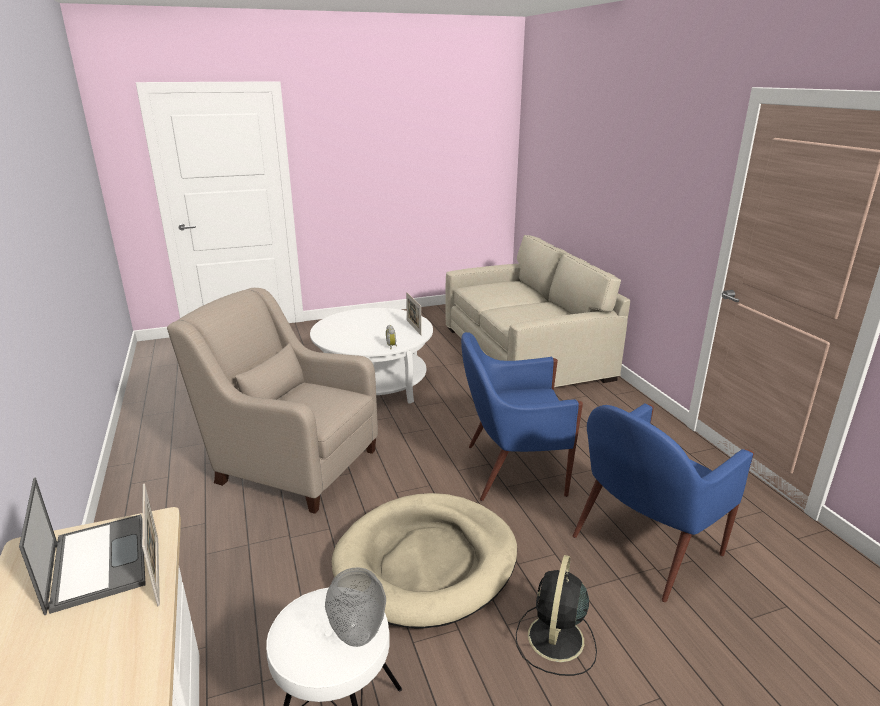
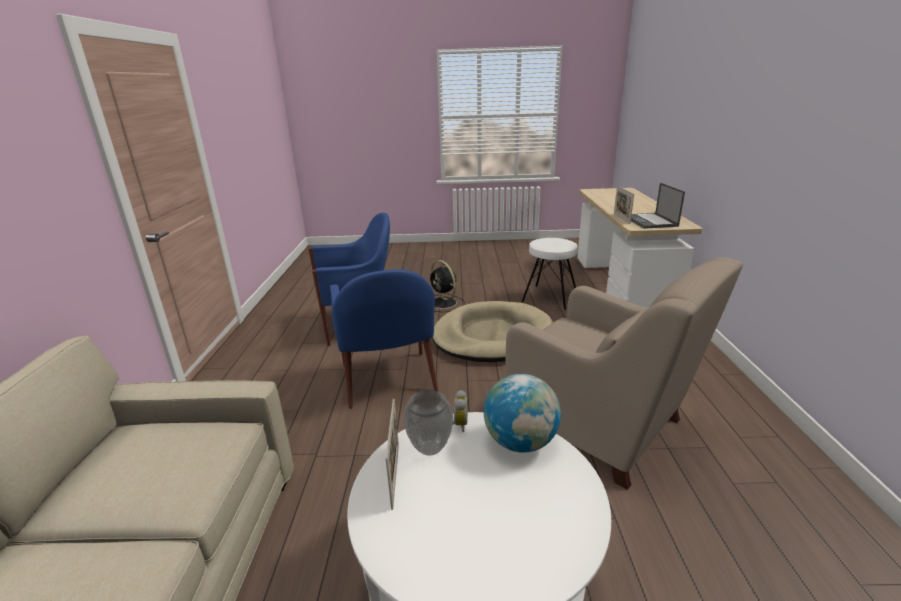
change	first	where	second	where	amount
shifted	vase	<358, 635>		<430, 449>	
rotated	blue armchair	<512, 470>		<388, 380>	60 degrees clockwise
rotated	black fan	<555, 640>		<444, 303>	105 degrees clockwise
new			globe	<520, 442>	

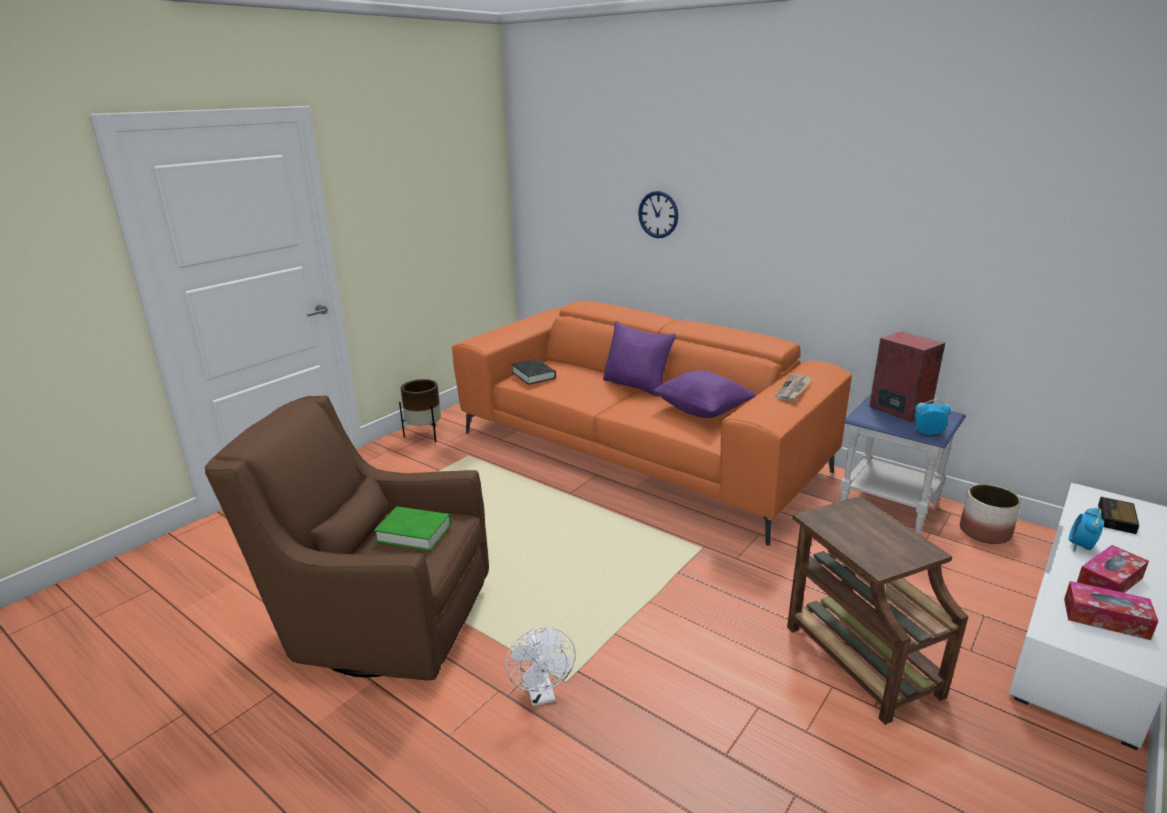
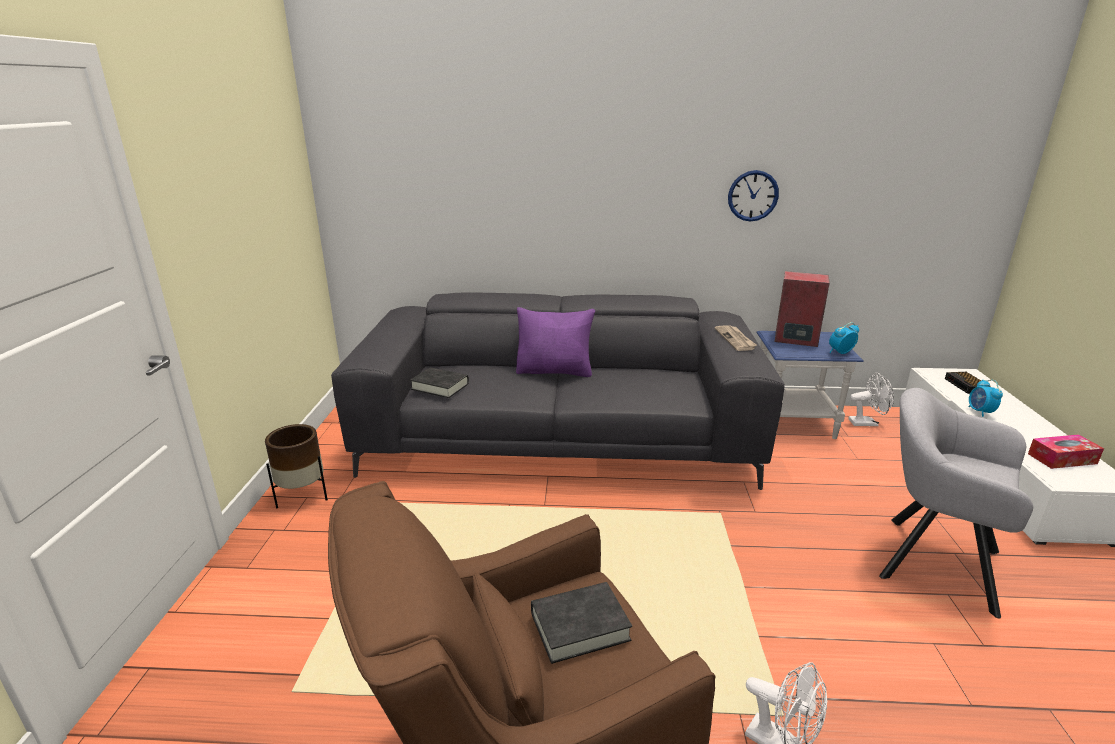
change	first	where	second	where	amount
repainted	green book	<414, 533>	black book	<579, 626>	
repainted	orange sofa	<638, 451>	grey sofa	<559, 439>	
shifted	wall clock	<658, 214>		<753, 196>	
gone	purple pillow	<702, 411>			
swapped	brown side table	<858, 658>	grey armchair	<930, 560>	
swapped	planter	<984, 532>	white fan	<867, 423>	
gone	tissue box	<1109, 581>			

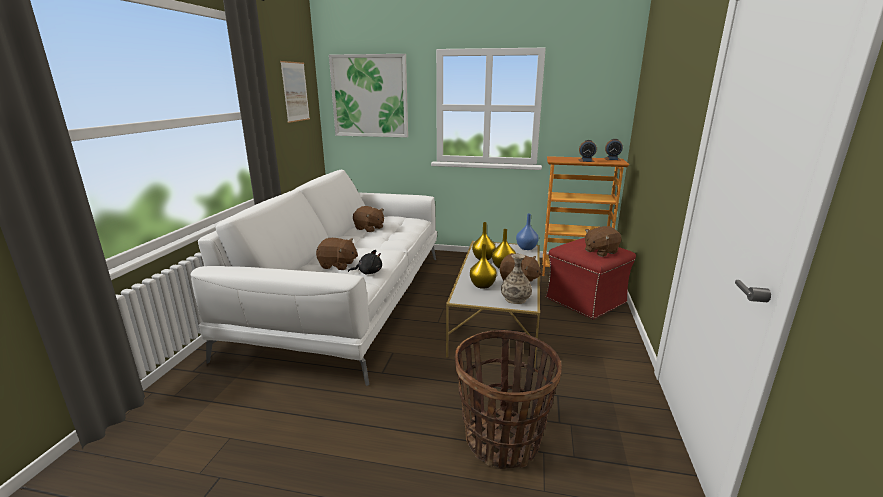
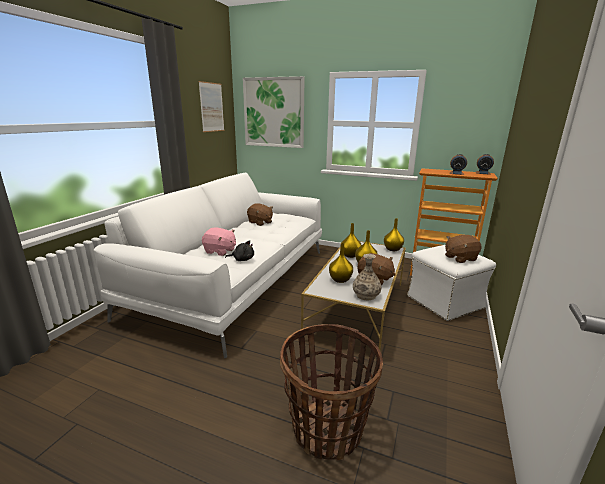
change	first	where	second	where	amount
repainted	brown plush toy	<337, 265>	pink plush toy	<220, 251>	
repainted	blue vase	<527, 248>	yellow vase	<393, 249>	
repainted	red ottoman	<586, 301>	white ottoman	<445, 302>	

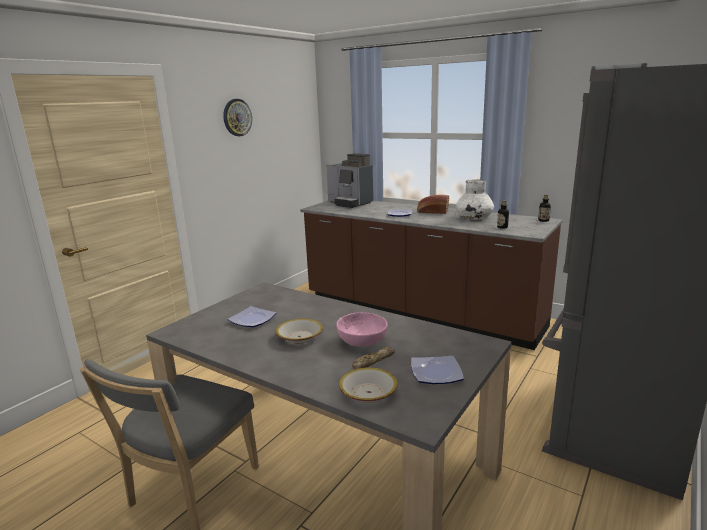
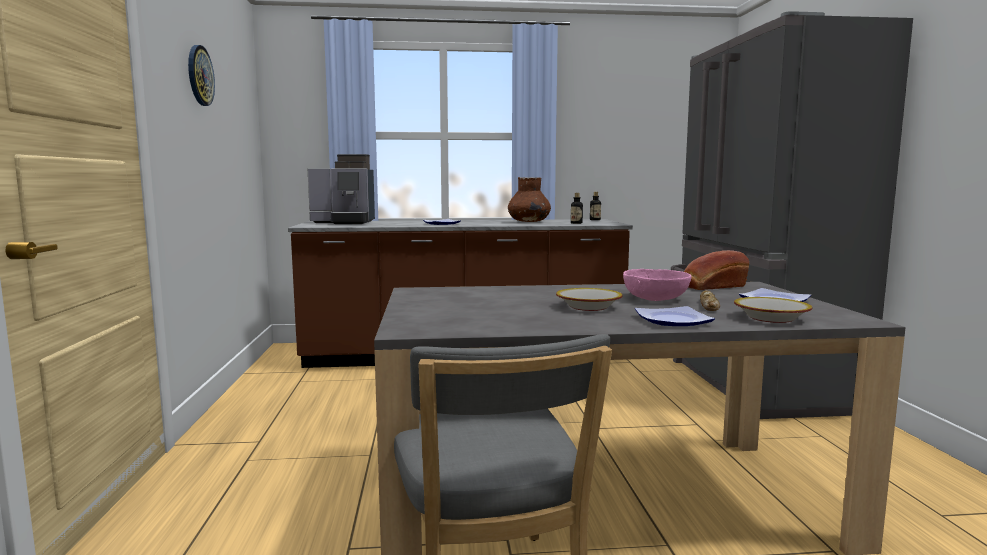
change	first	where	second	where	amount
shifted	plate	<252, 320>		<674, 321>	
shifted	bread	<432, 212>		<712, 286>	
repainted	white vase	<473, 218>	brown vase	<528, 221>	

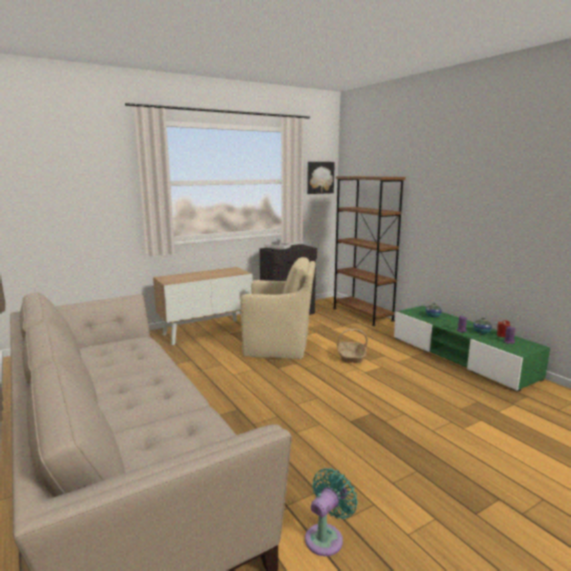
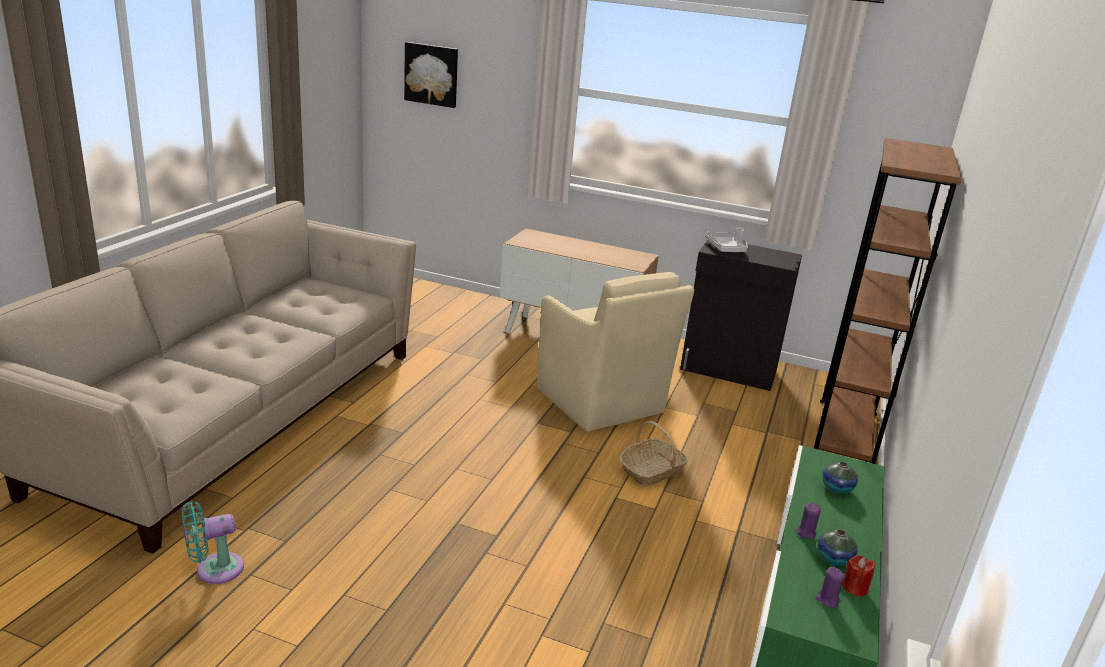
change	first	where	second	where	amount
rotated	turquoise fan	<326, 537>		<214, 570>	150 degrees clockwise
shifted	picture	<320, 177>		<432, 74>	

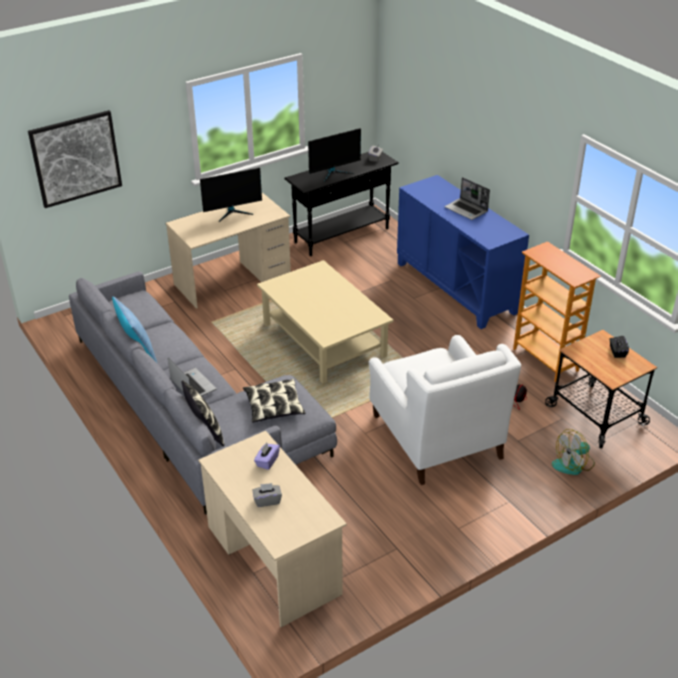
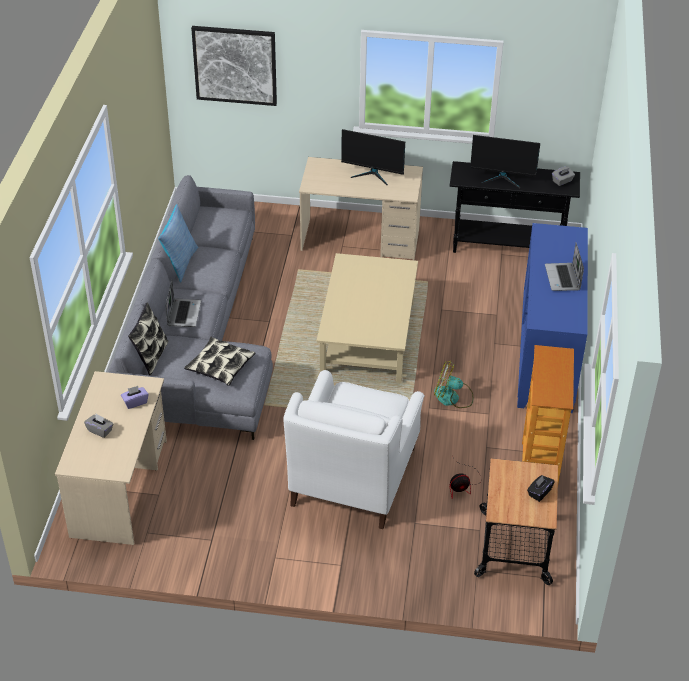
change	first	where	second	where	amount
shifted	fan	<573, 464>		<452, 397>	

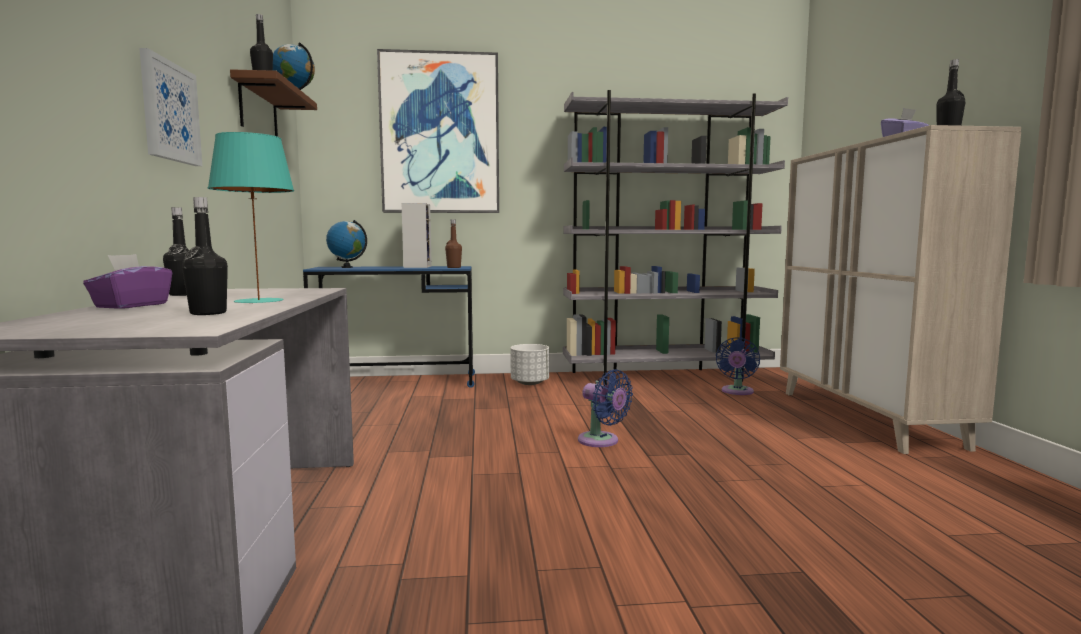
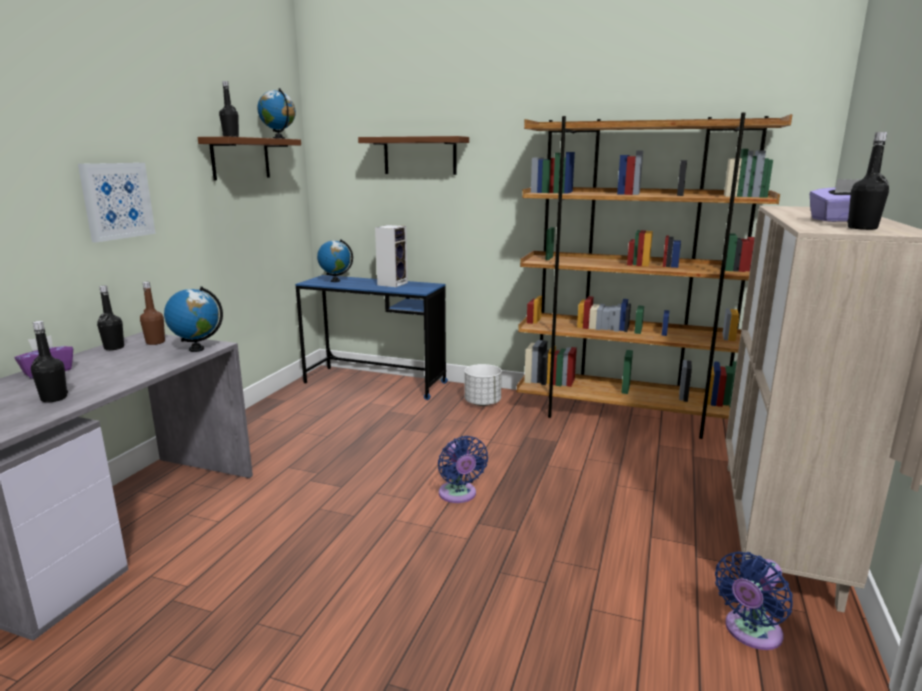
change	first	where	second	where	amount
gone	turquoise table lamp	<258, 301>			
swapped	picture	<440, 134>	brown shelf	<420, 156>	
shifted	brown bottle	<454, 267>		<155, 342>	
repainted	grey bookcase	<666, 376>	brown bookcase	<625, 416>	
shifted	blue fan	<737, 392>		<750, 632>	
new			globe	<196, 349>	

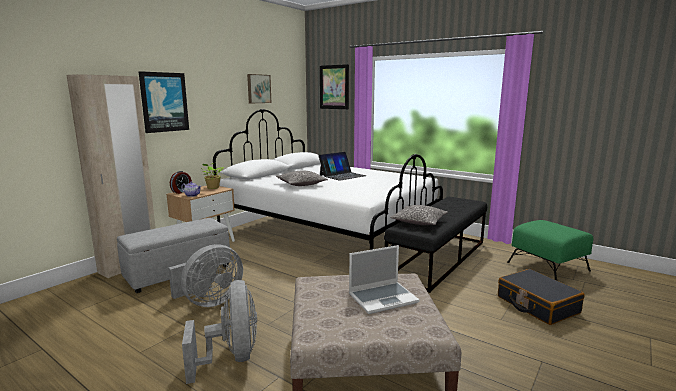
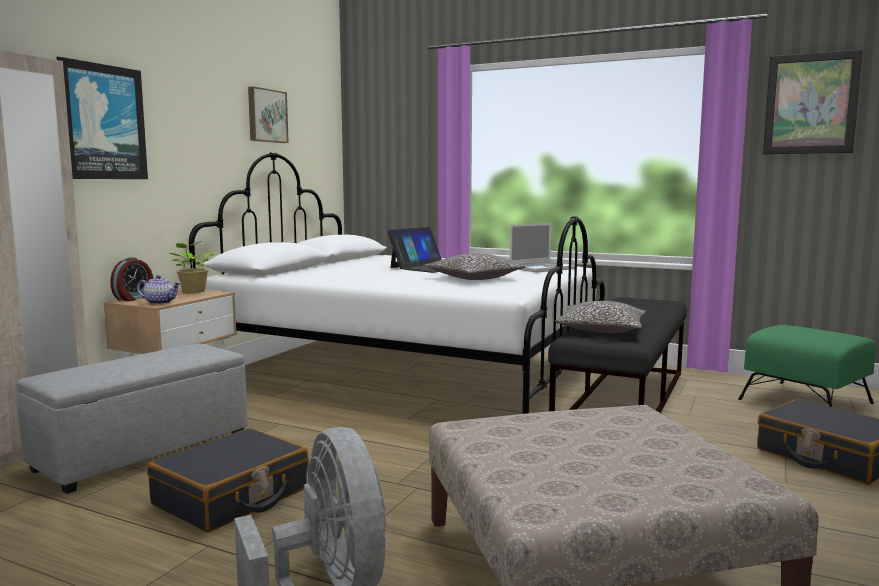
change	first	where	second	where	amount
swapped	grey fan	<209, 302>	black suitcase	<232, 497>	
shifted	pillow	<301, 184>		<474, 278>	
shifted	picture	<334, 87>		<811, 104>	
shifted	laptop	<383, 298>		<542, 268>	

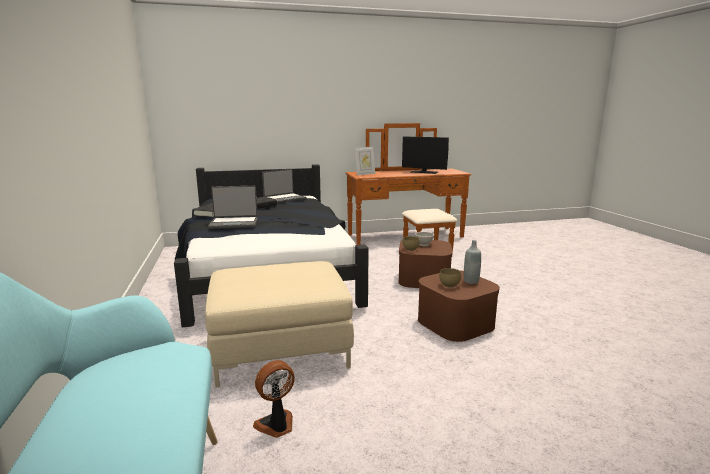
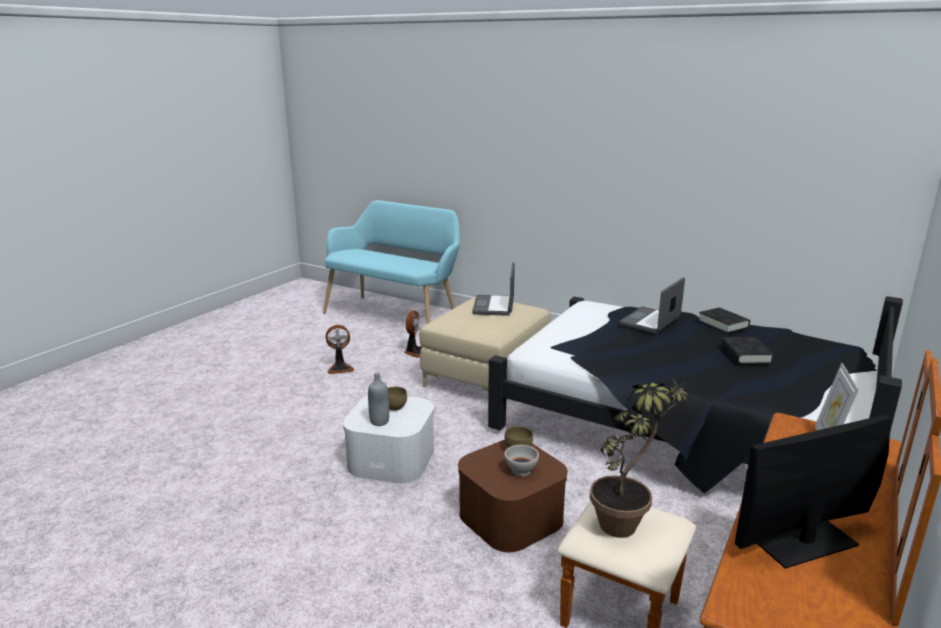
change	first	where	second	where	amount
shifted	laptop	<284, 199>		<494, 306>	
repainted	brown storage box	<455, 322>	white storage box	<392, 458>	
new			fan	<340, 368>	
new			potted plant	<628, 521>	

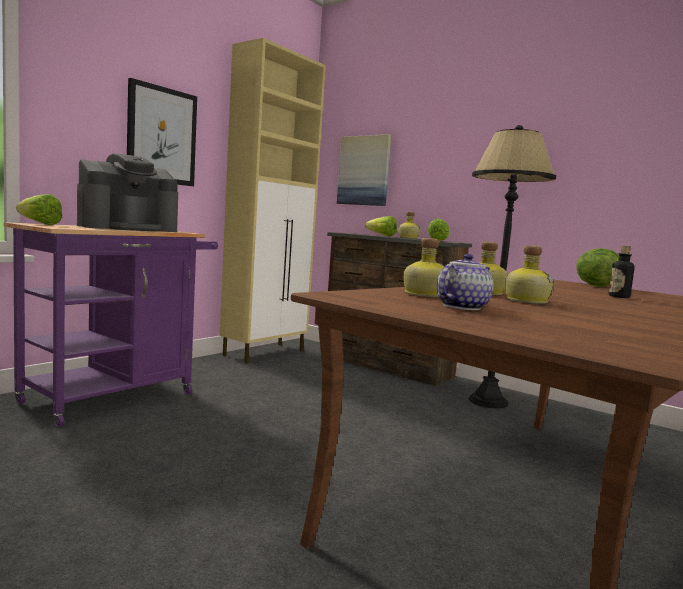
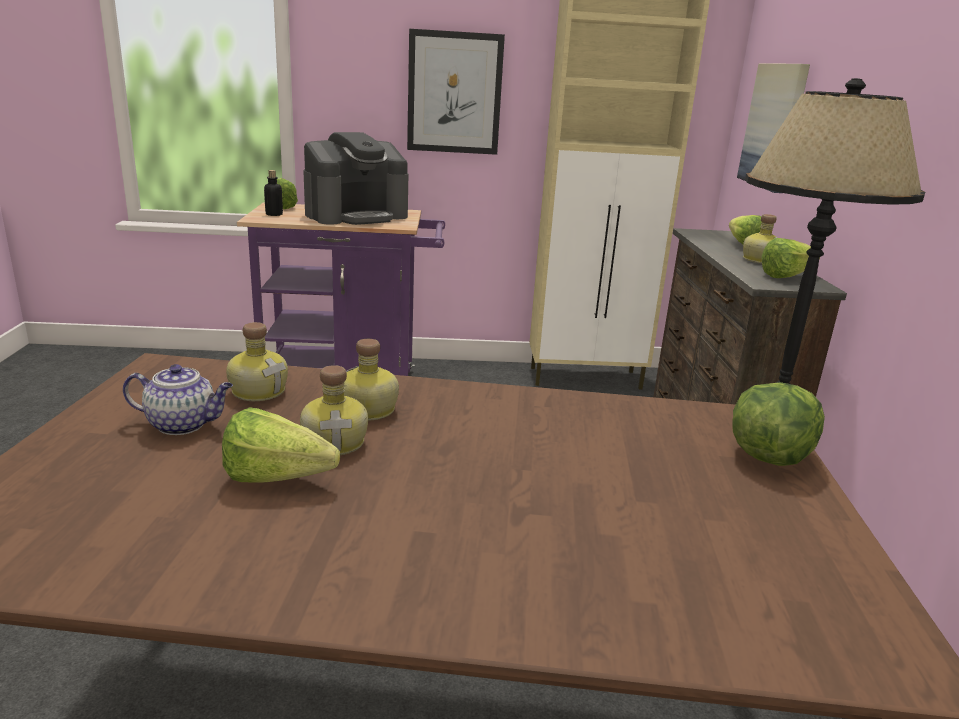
change	first	where	second	where	amount
rotated	coffee machine	<128, 228>		<356, 215>	45 degrees counterclockwise
shifted	bottle	<619, 297>		<274, 214>	
new			lettuce	<285, 480>	

